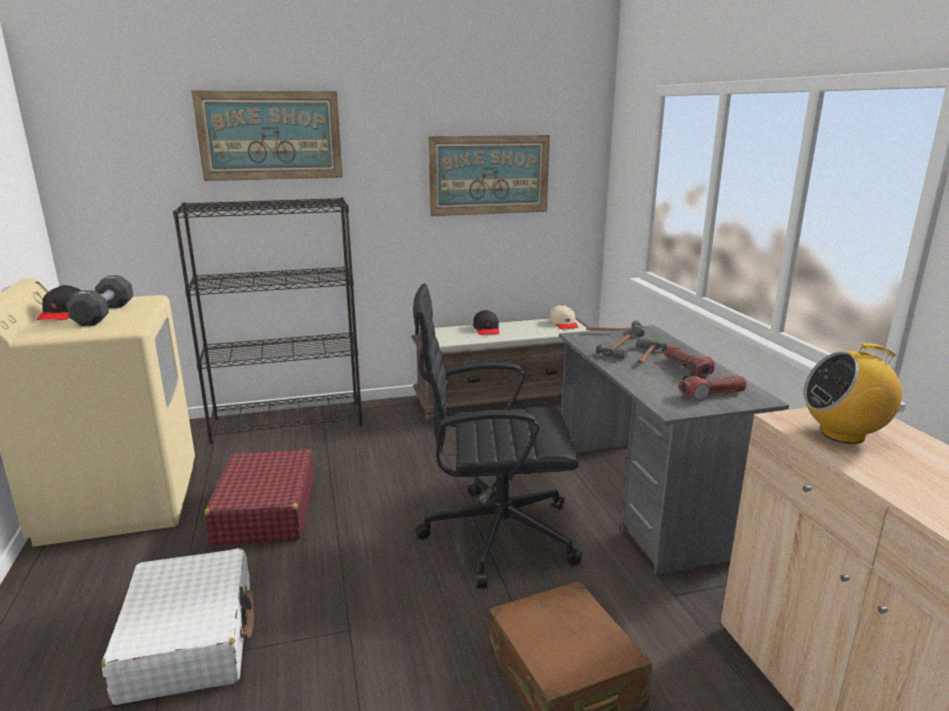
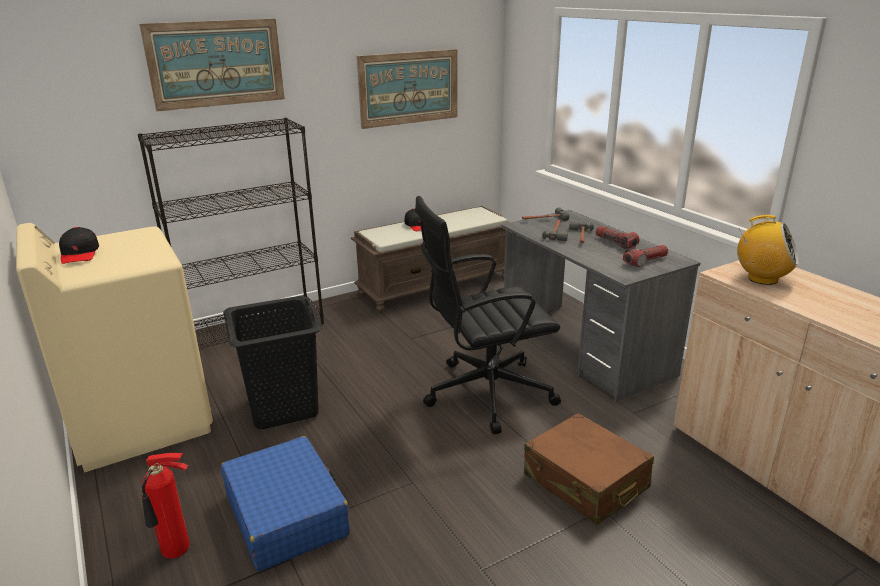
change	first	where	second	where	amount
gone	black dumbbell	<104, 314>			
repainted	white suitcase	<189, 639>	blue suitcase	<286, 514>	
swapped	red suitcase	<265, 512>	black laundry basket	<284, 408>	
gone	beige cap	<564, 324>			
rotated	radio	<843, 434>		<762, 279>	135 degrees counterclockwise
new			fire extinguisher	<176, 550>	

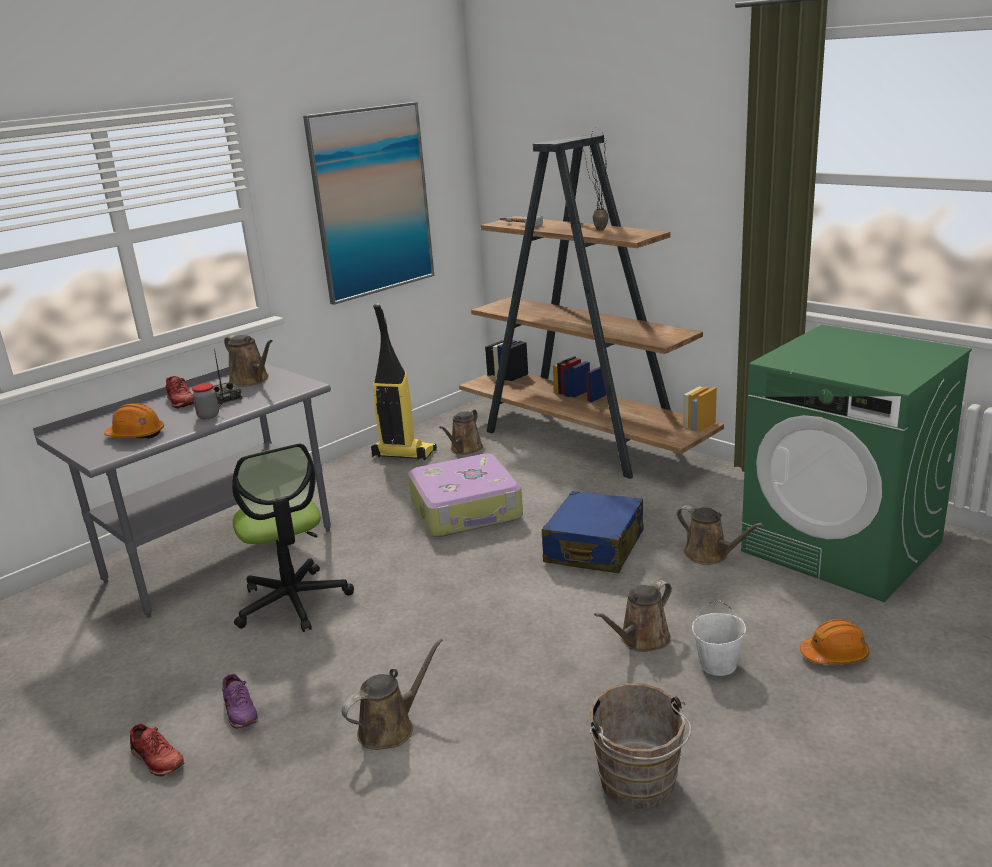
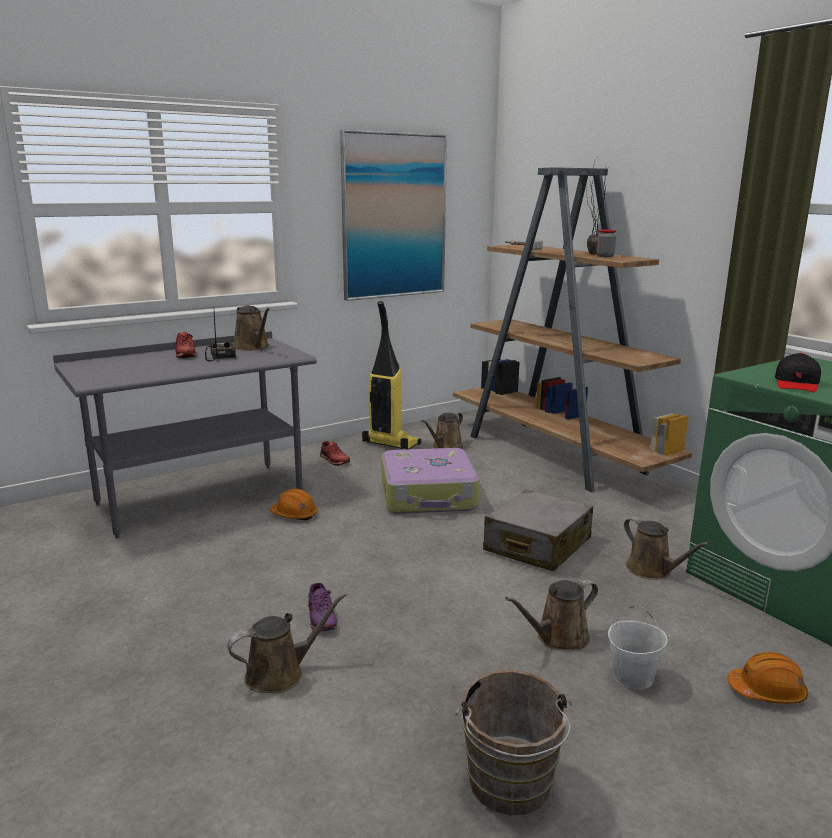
change	first	where	second	where	amount
shifted	orange hard hat	<136, 435>		<294, 515>	
shifted	red shoe	<156, 759>		<334, 460>	
shifted	jar	<208, 416>		<605, 256>	
shifted	purple shoe	<239, 710>		<321, 617>	
gone	office chair	<293, 602>			
repainted	blue suitcase	<594, 547>	grey suitcase	<537, 545>	
new			black cap	<796, 384>	

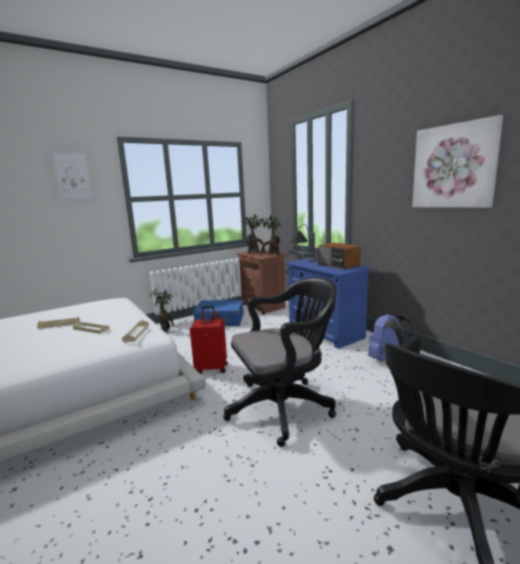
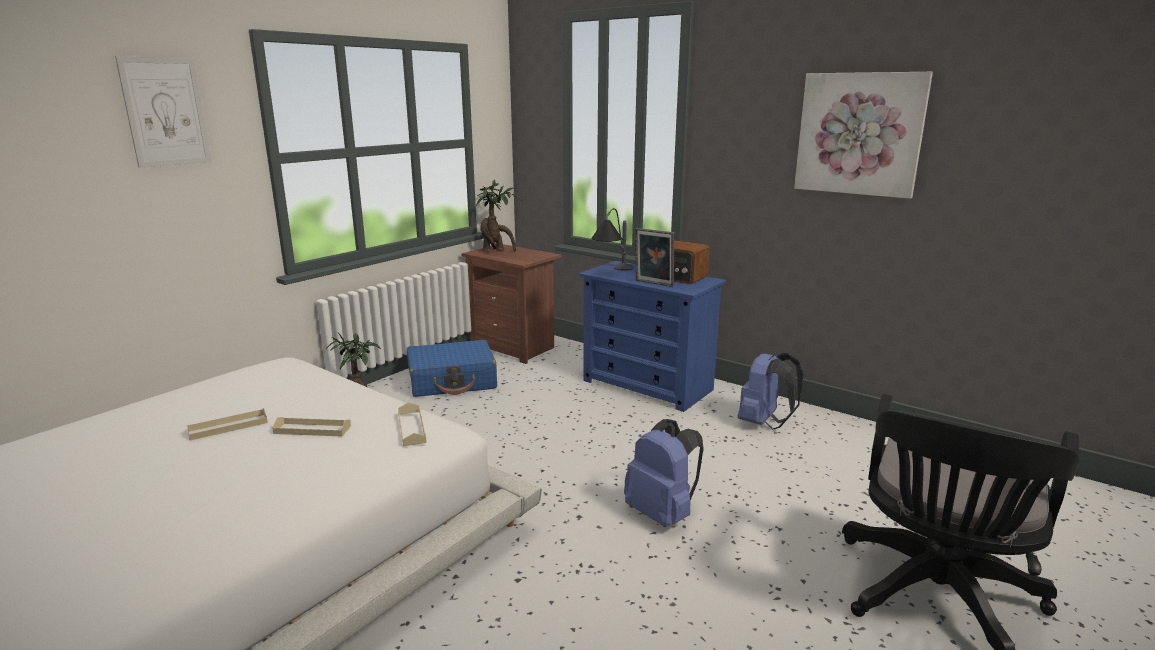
change	first	where	second	where	amount
gone	red suitcase	<212, 368>			
swapped	black office chair	<284, 406>	blue backpack	<662, 513>	
gone	potted plant	<272, 255>			
new			picture frame	<653, 284>	

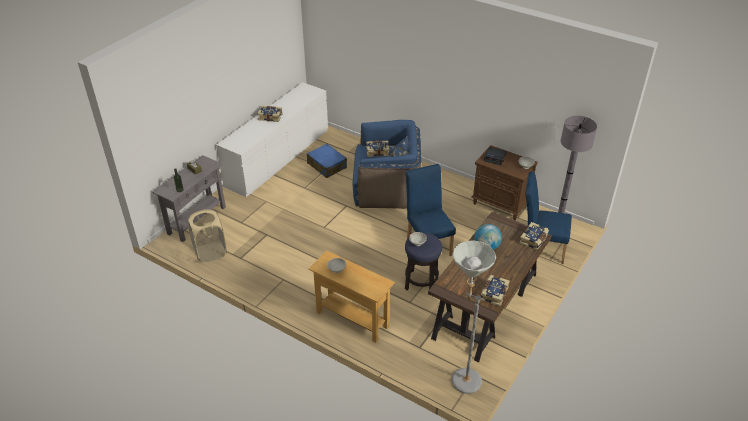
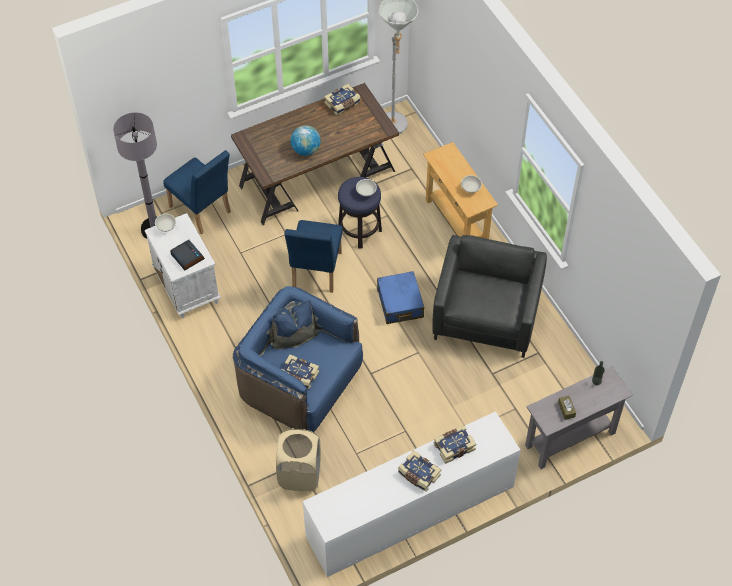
change	first	where	second	where	amount
shifted	beige laundry basket	<210, 253>		<300, 474>	
shifted	blue suitcase	<327, 166>		<400, 303>	
repainted	brown nightstand	<501, 204>	white nightstand	<186, 287>	
shifted	book	<534, 240>		<453, 446>	
new			grey armchair	<487, 315>	

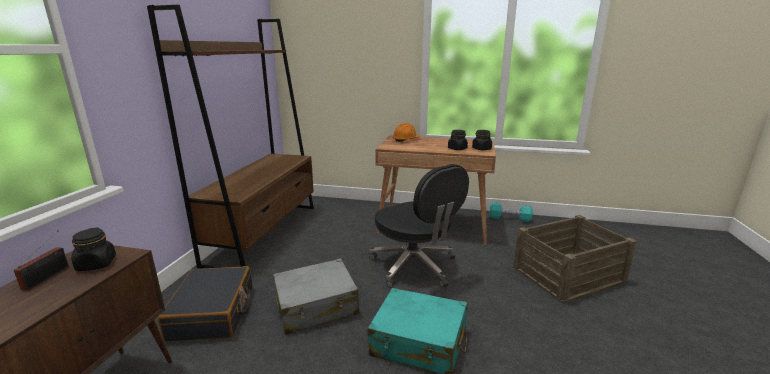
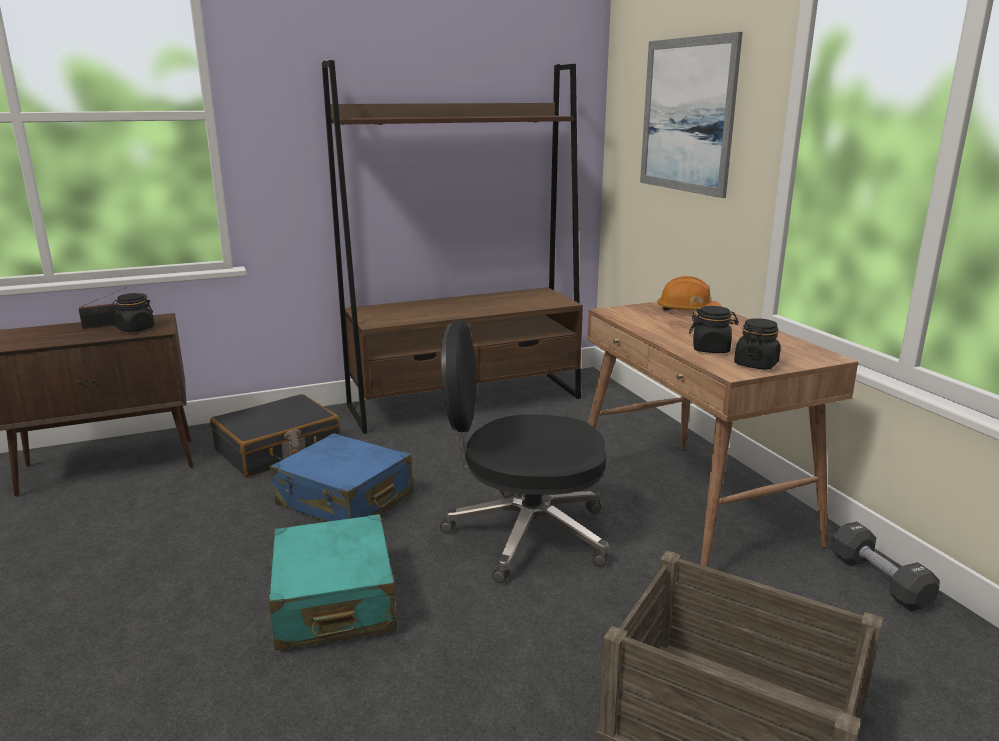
change	first	where	second	where	amount
repainted	grey suitcase	<317, 306>	blue suitcase	<345, 500>	
rotated	black office chair	<415, 266>		<524, 534>	75 degrees clockwise
repainted	turquoise dumbbell	<509, 218>	black dumbbell	<879, 581>	
new			picture	<687, 115>	

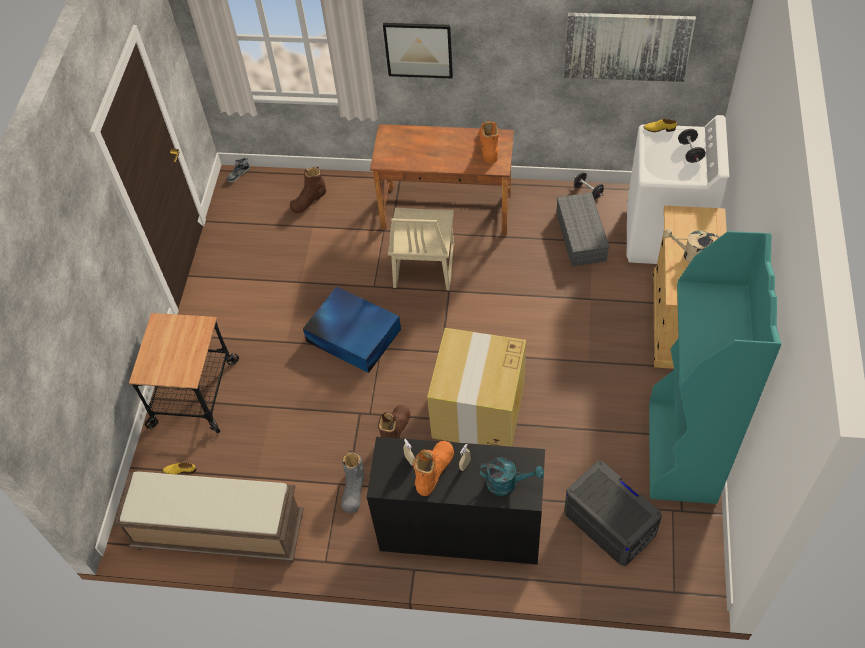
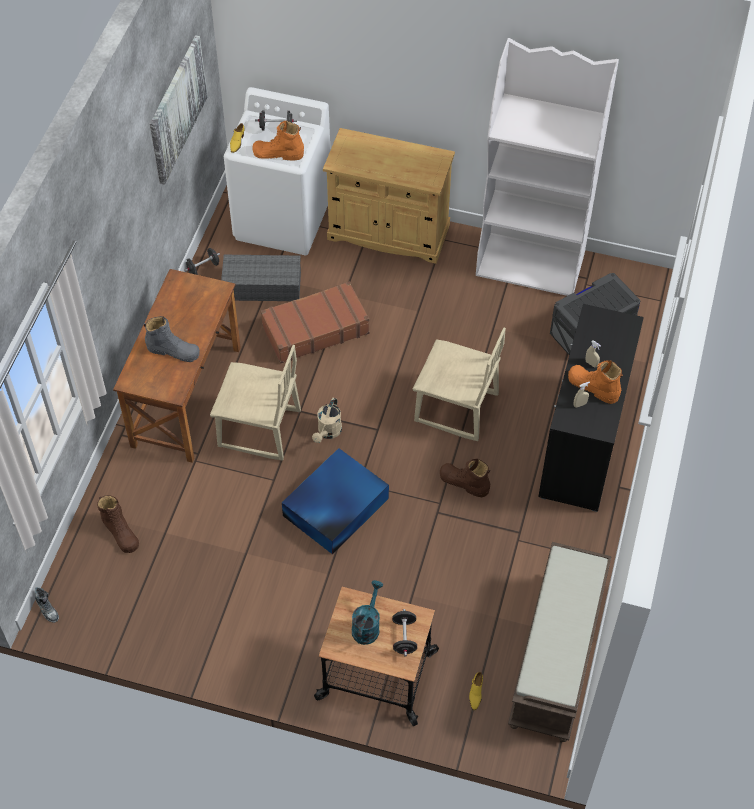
change	first	where	second	where	amount
shifted	grey boot	<353, 489>		<173, 351>	
gone	picture	<418, 50>			
swapped	cardboard box	<478, 411>	beige chair	<456, 409>	
shifted	turquoise watering can	<507, 483>		<367, 625>	
shifted	orange boot	<488, 146>		<278, 153>	
repainted	turquoise bookcase	<682, 453>	white bookcase	<531, 264>	
shifted	beige watering can	<690, 255>		<328, 432>	
new			brown suitcase	<315, 329>	
new			black dumbbell	<404, 637>	

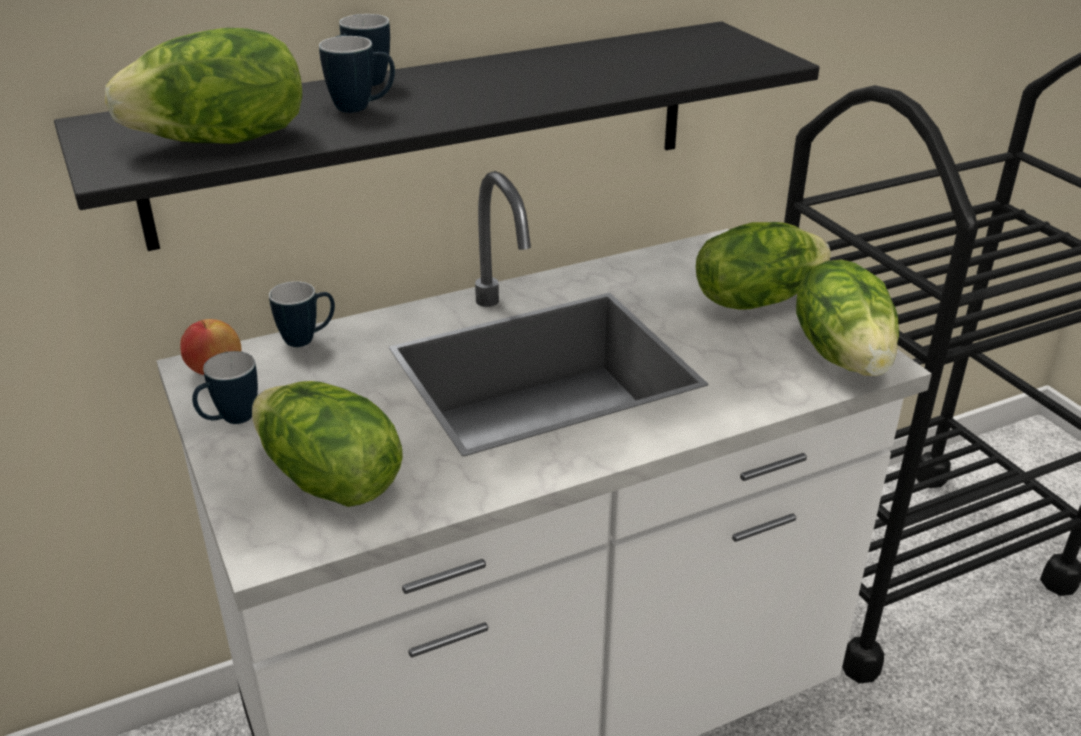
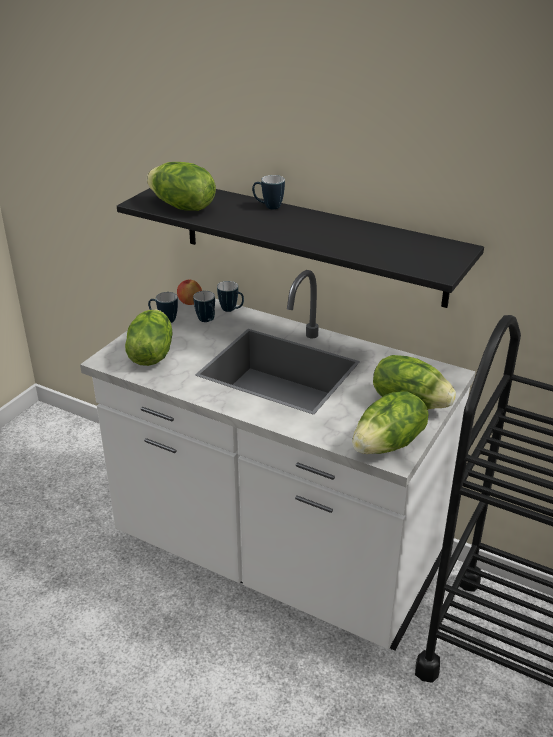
change	first	where	second	where	amount
shifted	mug	<362, 108>		<207, 321>	

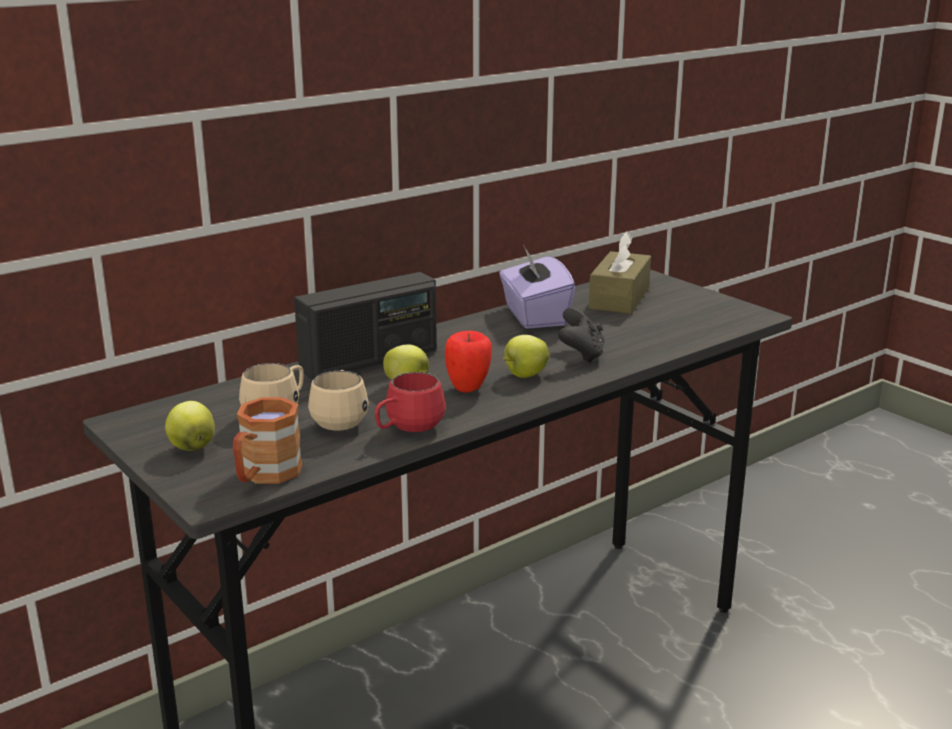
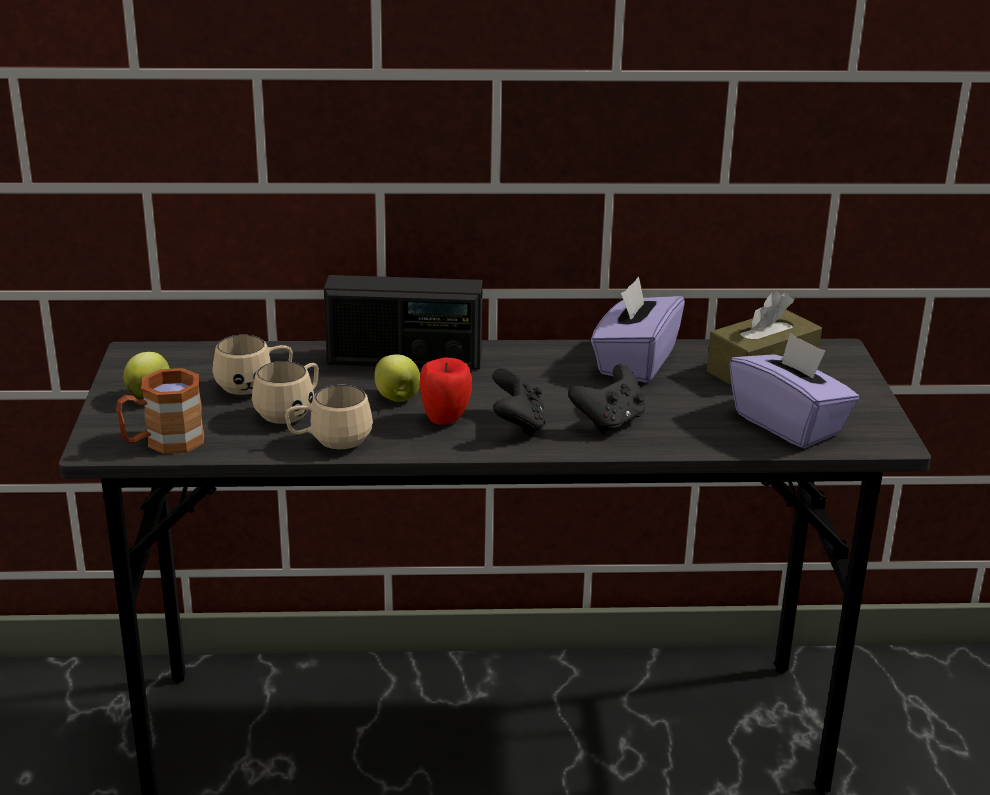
change	first	where	second	where	amount
repainted	red mug	<407, 430>	beige mug	<330, 443>	
swapped	apple	<524, 375>	black game controller	<518, 425>	
new			purple tissue box	<789, 424>	

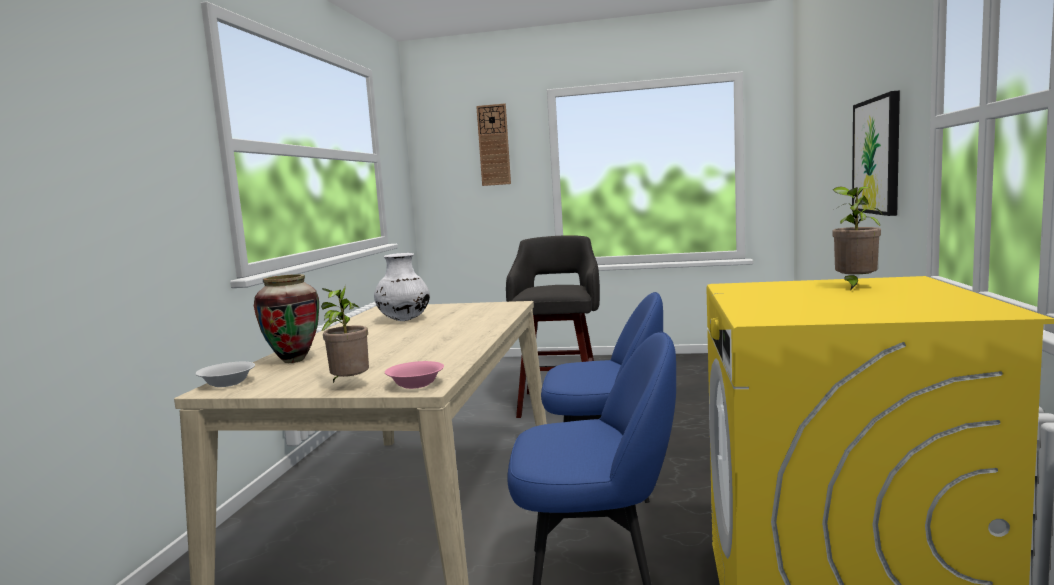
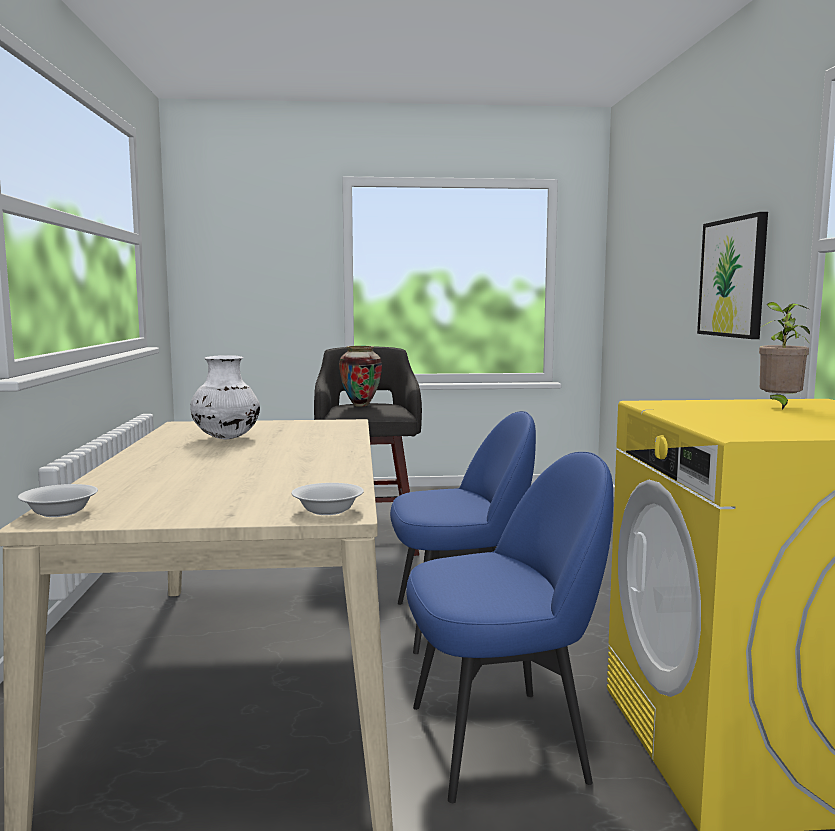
change	first	where	second	where	amount
shifted	vase	<293, 360>		<360, 405>	
gone	potted plant	<349, 386>			
repainted	pink bowl	<415, 385>	white bowl	<327, 511>	
gone	wall clock	<494, 145>			

